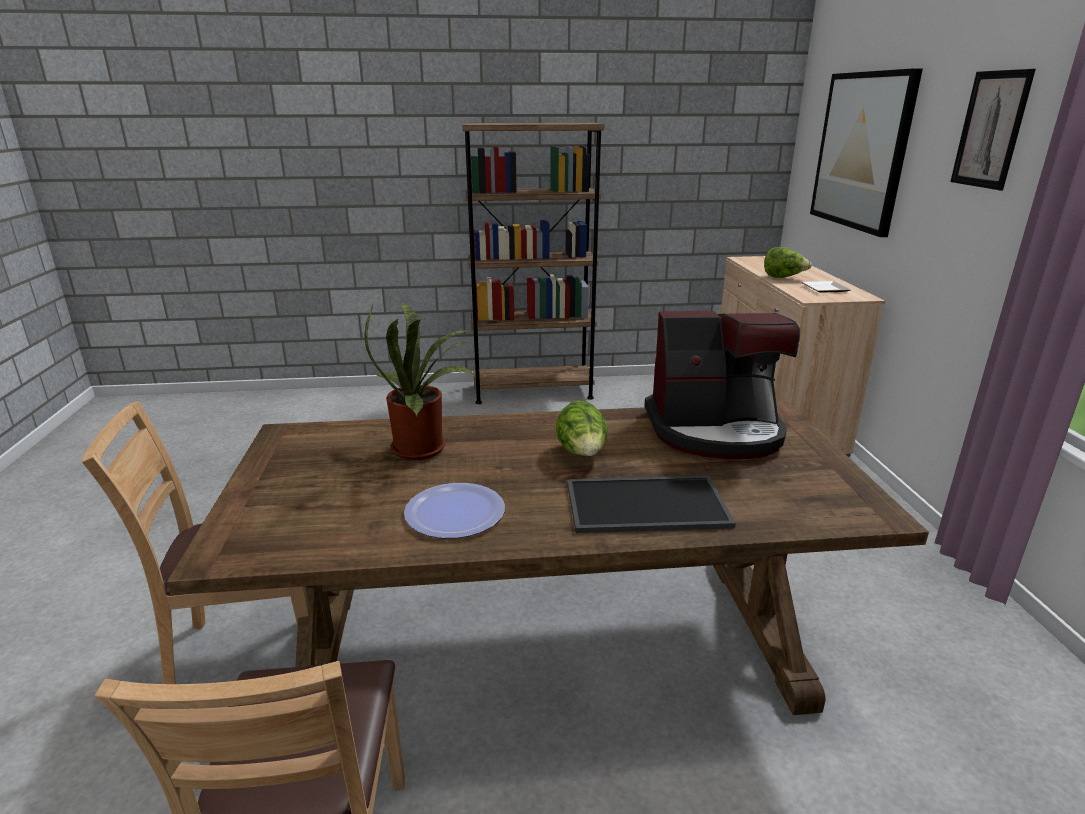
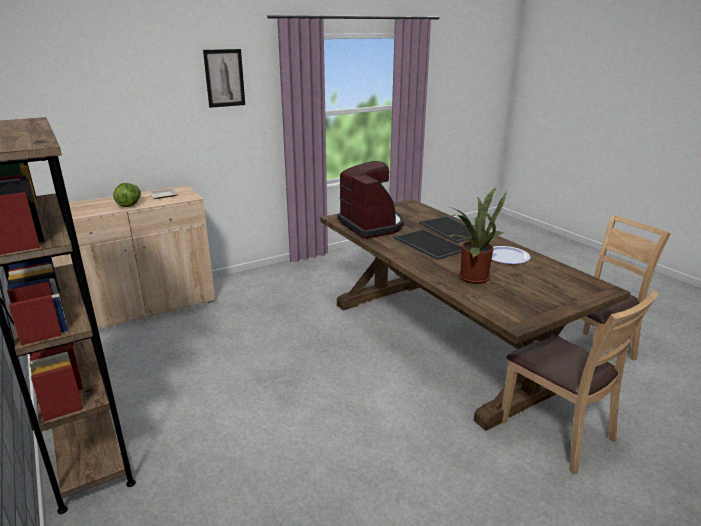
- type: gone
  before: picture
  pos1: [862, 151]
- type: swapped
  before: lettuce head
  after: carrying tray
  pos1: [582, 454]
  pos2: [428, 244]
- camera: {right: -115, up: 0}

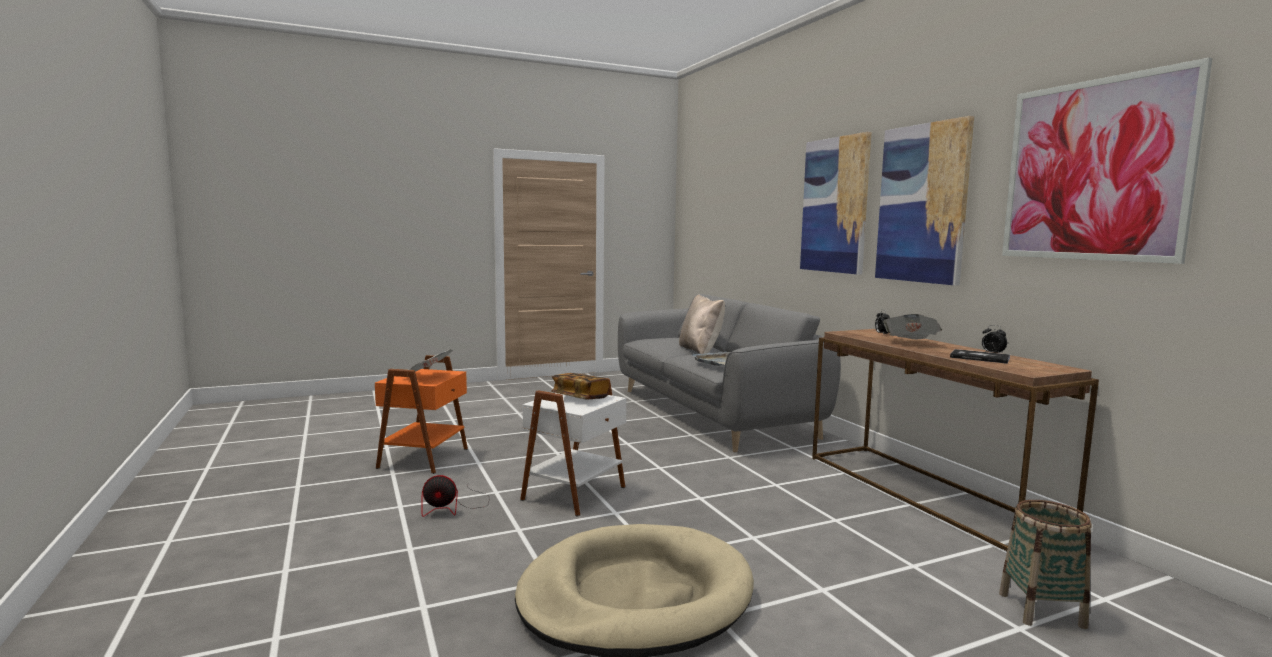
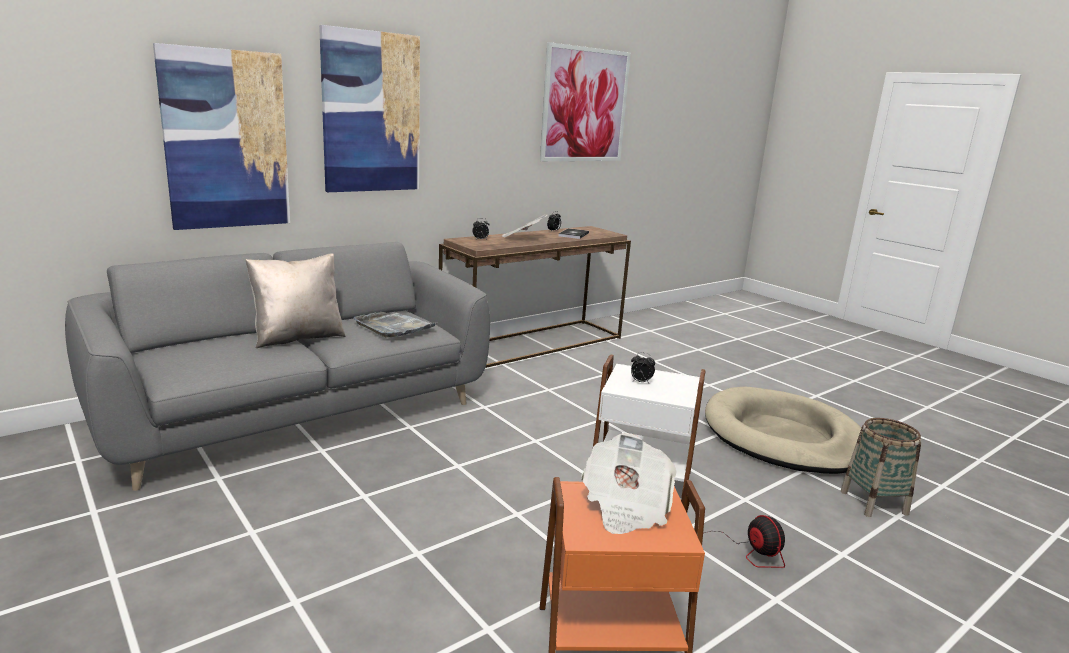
- type: shifted
  before: picture
  pos1: [922, 204]
  pos2: [226, 140]
- type: swapped
  before: book
  after: alarm clock
  pos1: [580, 398]
  pos2: [640, 382]
- type: shifted
  before: storage basket
  pos1: [1041, 610]
  pos2: [873, 502]
- camera: {right: -105, up: 10}

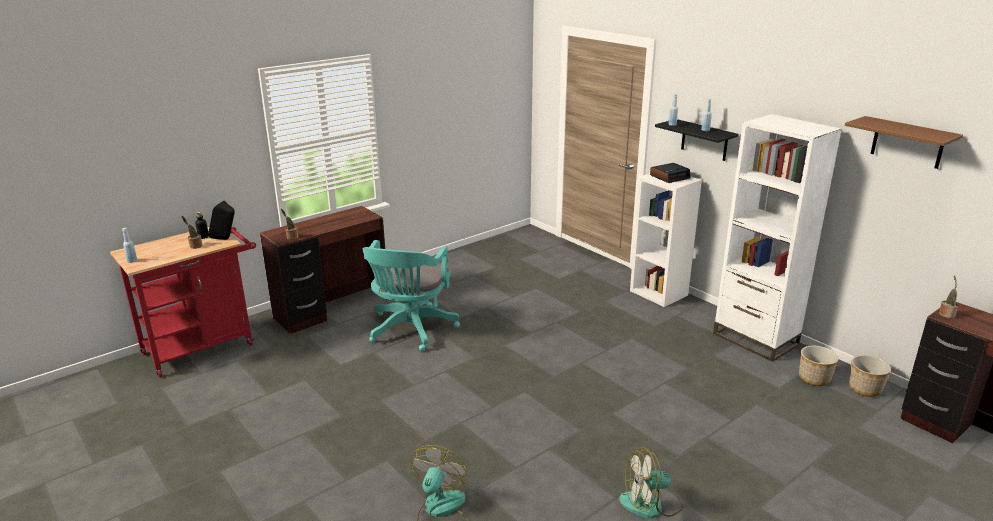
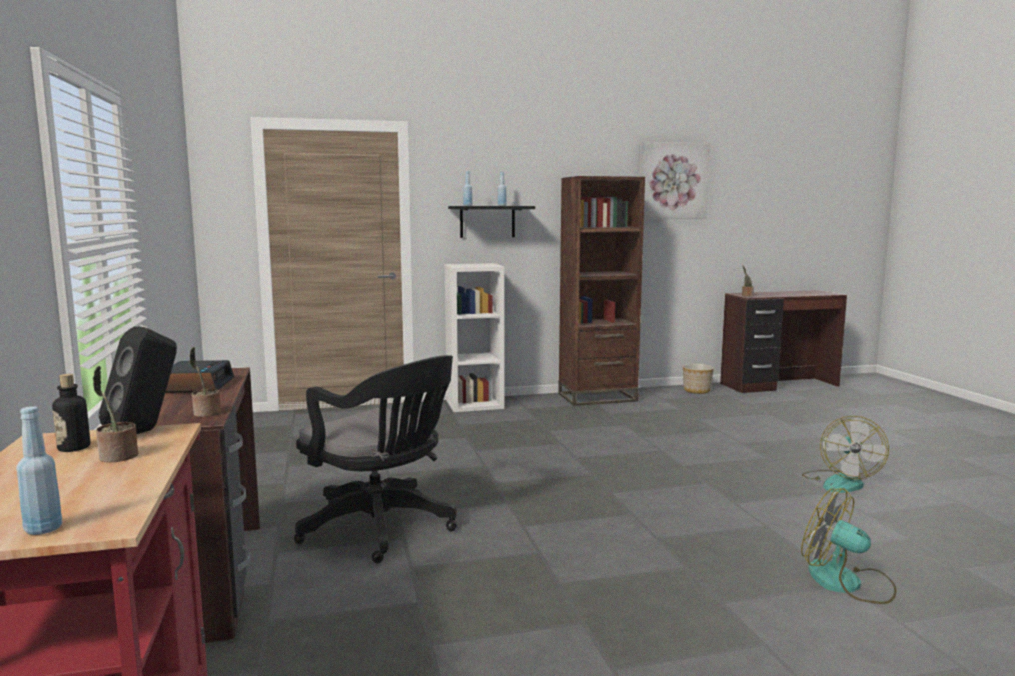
- type: repainted
  before: white shelving unit
  after: brownish shelving unit
  pos1: [755, 339]
  pos2: [597, 397]
- type: swapped
  before: brownish shelf
  after: picture
  pos1: [907, 143]
  pos2: [671, 181]
- type: shifted
  before: alarm clock
  pos1: [669, 177]
  pos2: [196, 385]
- type: repainted
  before: turquoise-coloured desk chair
  after: black desk chair
  pos1: [410, 330]
  pos2: [382, 529]
- type: gone
  before: planter
  pos1: [813, 378]
- camera: {right: -65, up: -15}

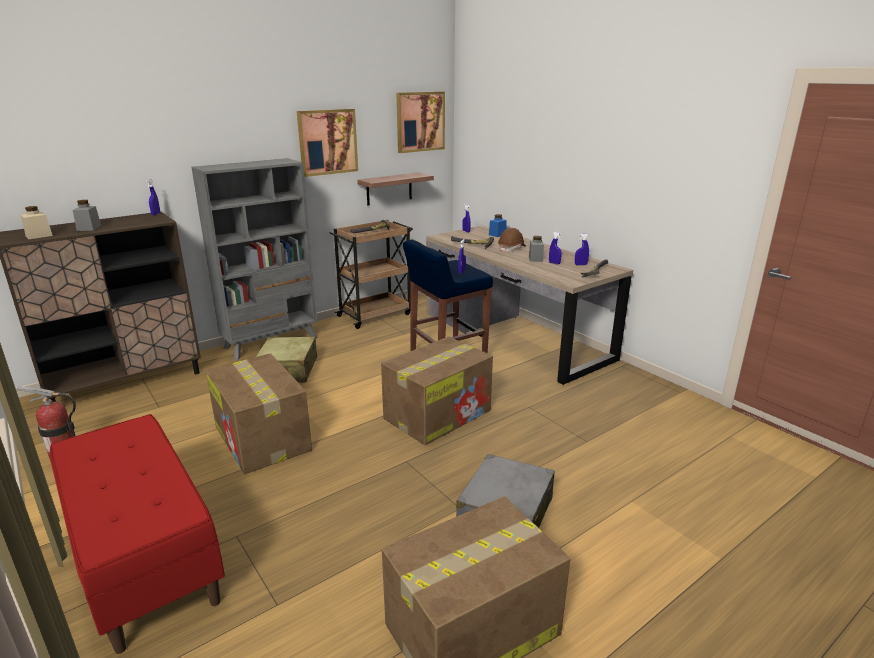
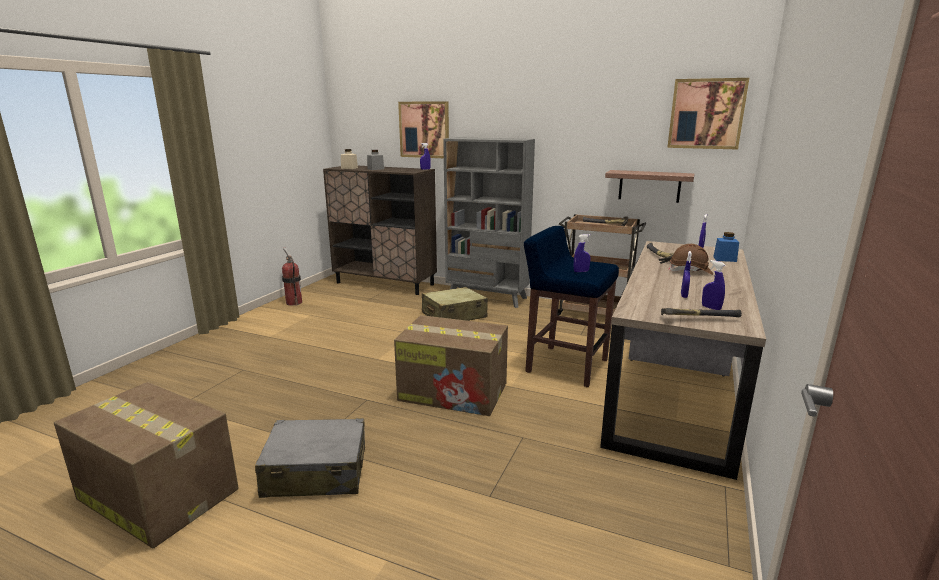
- type: shifted
  before: picture
  pos1: [327, 142]
  pos2: [424, 129]
- type: gone
  before: grey storage jar
  pos1: [535, 259]
- type: gone
  before: packing box
  pos1: [263, 439]
- type: gone
  before: red long seat
  pos1: [143, 558]
- camera: {right: 60, up: -5}

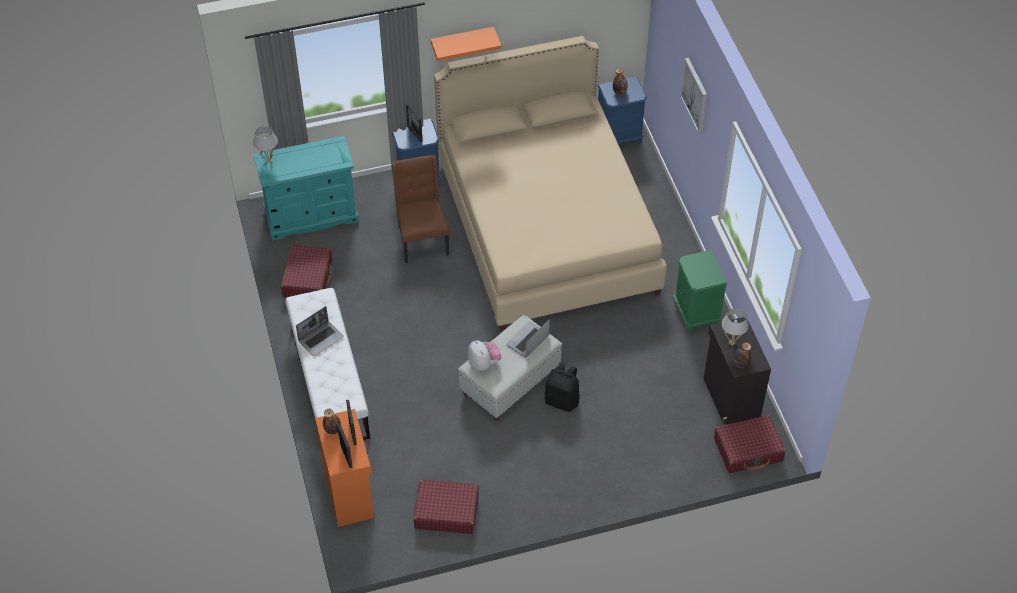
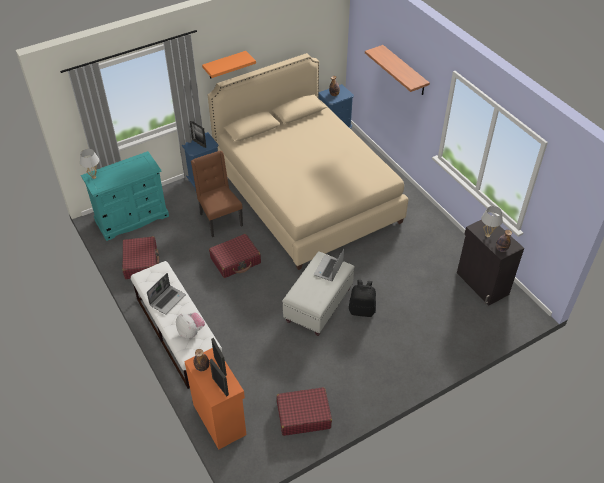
- type: swapped
  before: picture
  after: shelf
  pos1: [695, 95]
  pos2: [404, 71]
- type: gone
  before: green-coloured nightstand
  pos1: [696, 313]
- type: shifted
  before: plush toy
  pos1: [483, 364]
  pos2: [191, 332]
- type: shifted
  before: red suitcase
  pos1: [748, 450]
  pos2: [235, 260]
- camera: {right: -15, up: -5}

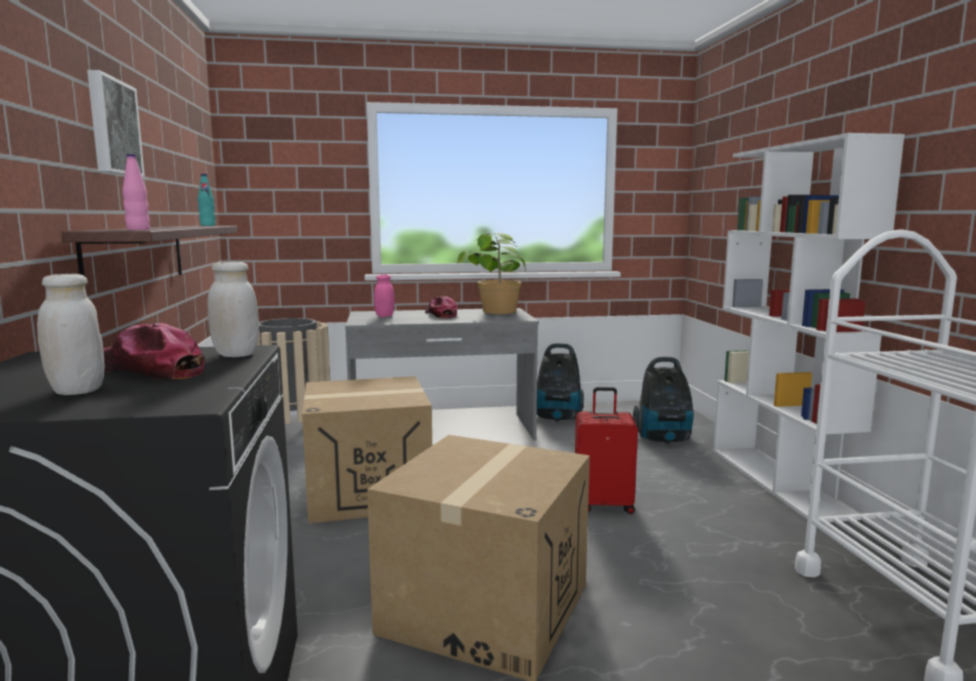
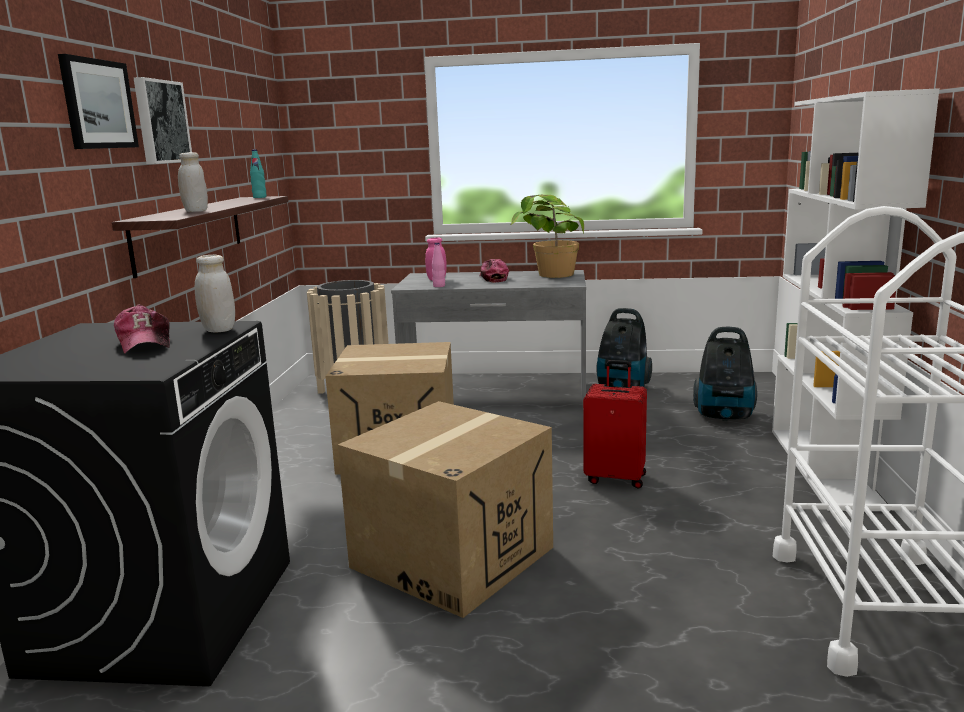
- type: shifted
  before: pink-coloured beverage bottle
  pos1: [138, 230]
  pos2: [439, 286]
- type: shifted
  before: white storage jar
  pos1: [77, 390]
  pos2: [196, 211]
- type: rotated
  before: peaked cap
  pos1: [148, 371]
  pos2: [145, 343]
  turn: -150
- type: new
  after: picture
  pos2: [98, 104]
- camera: {right: 15, up: 5}

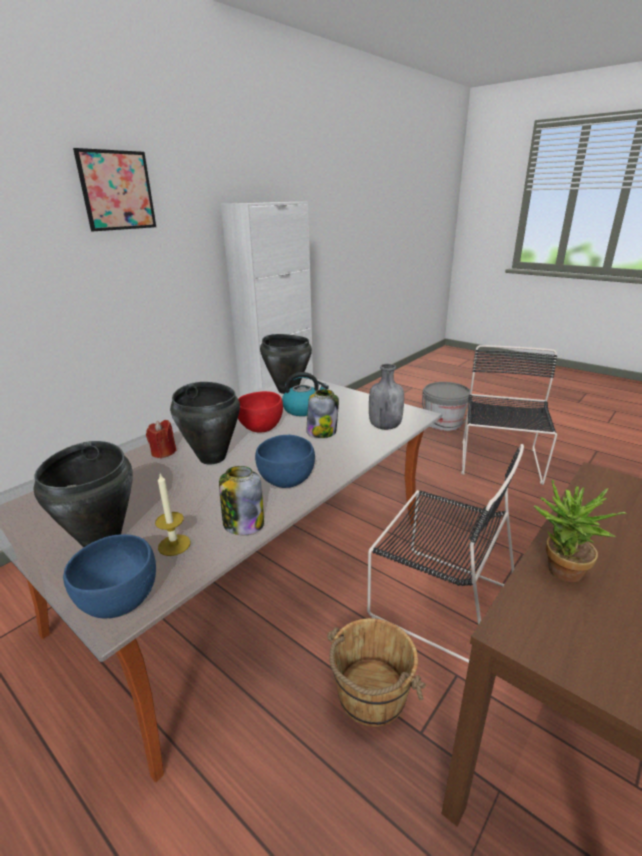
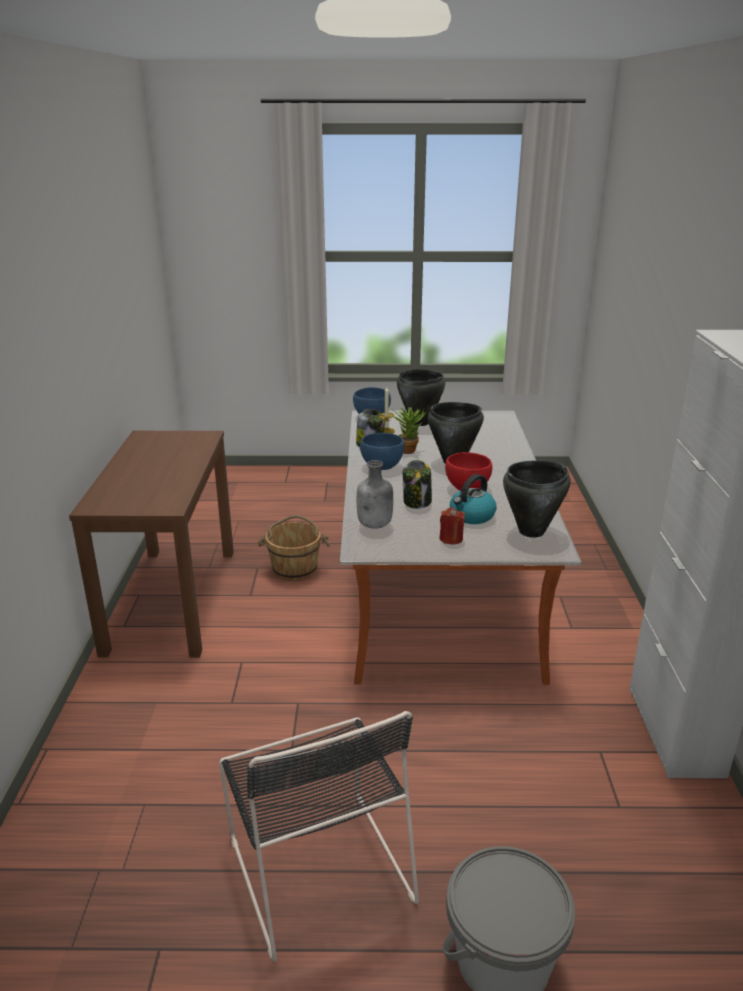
- type: gone
  before: picture
  pos1: [117, 190]
- type: shifted
  before: red wax light
  pos1: [163, 452]
  pos2: [451, 539]
- type: gone
  before: black chair
  pos1: [437, 600]
- type: shifted
  before: potted plant
  pos1: [559, 572]
  pos2: [409, 450]
- camera: {right: 140, up: 0}

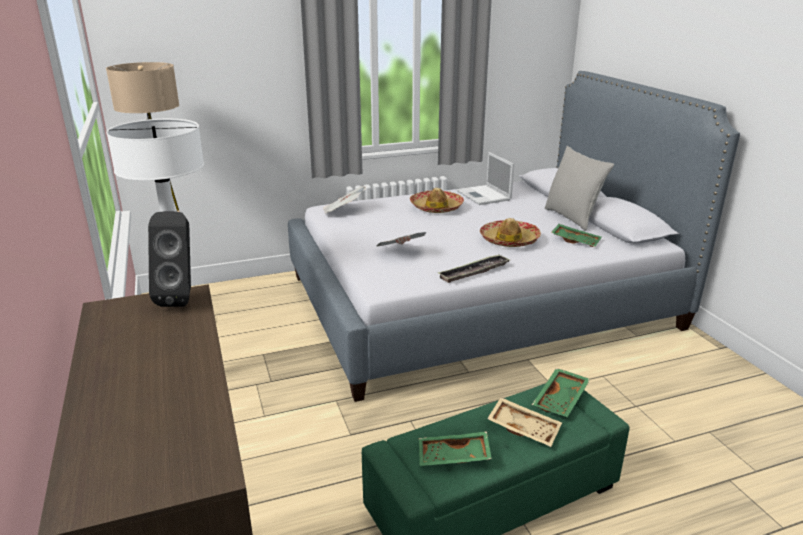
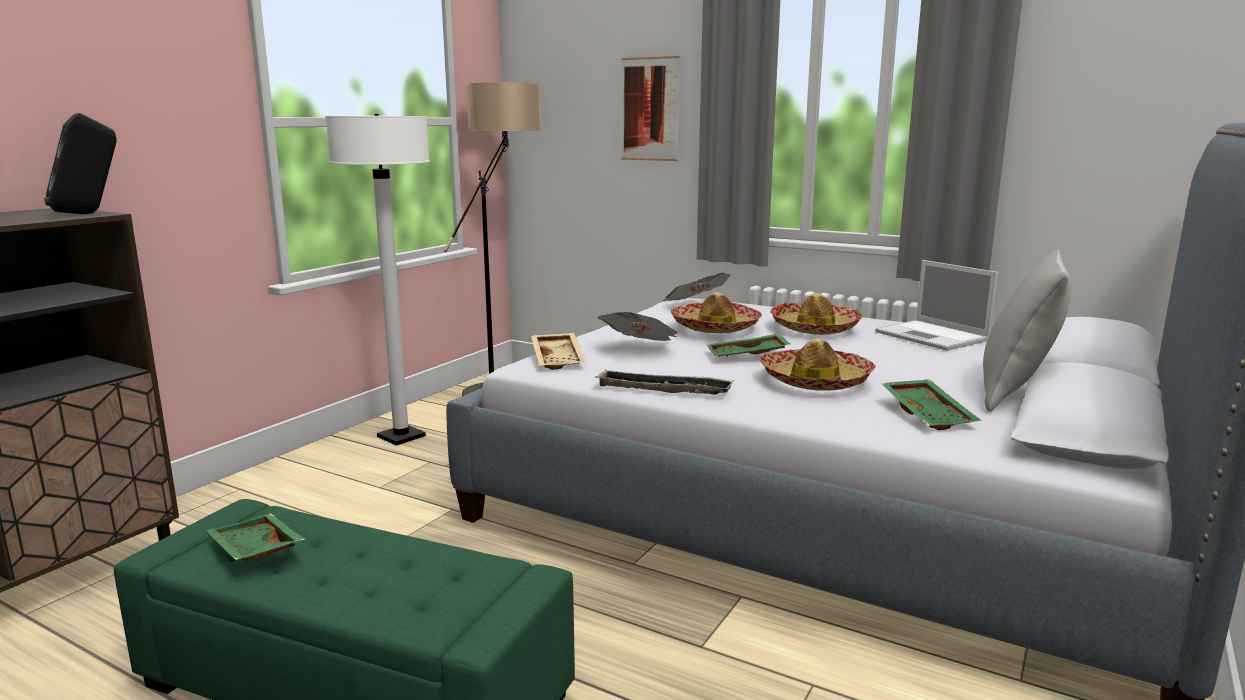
- type: rotated
  before: portable computer
  pos1: [484, 195]
  pos2: [933, 336]
  turn: -60
- type: shifted
  before: green-coloured carrying tray
  pos1: [561, 399]
  pos2: [747, 356]
- type: shifted
  before: sand-coloured carrying tray
  pos1: [524, 428]
  pos2: [559, 359]
- type: new
  after: picture
  pos2: [650, 109]
- type: new
  after: clothing hat
  pos2: [715, 327]
- camera: {right: 50, up: -10}

